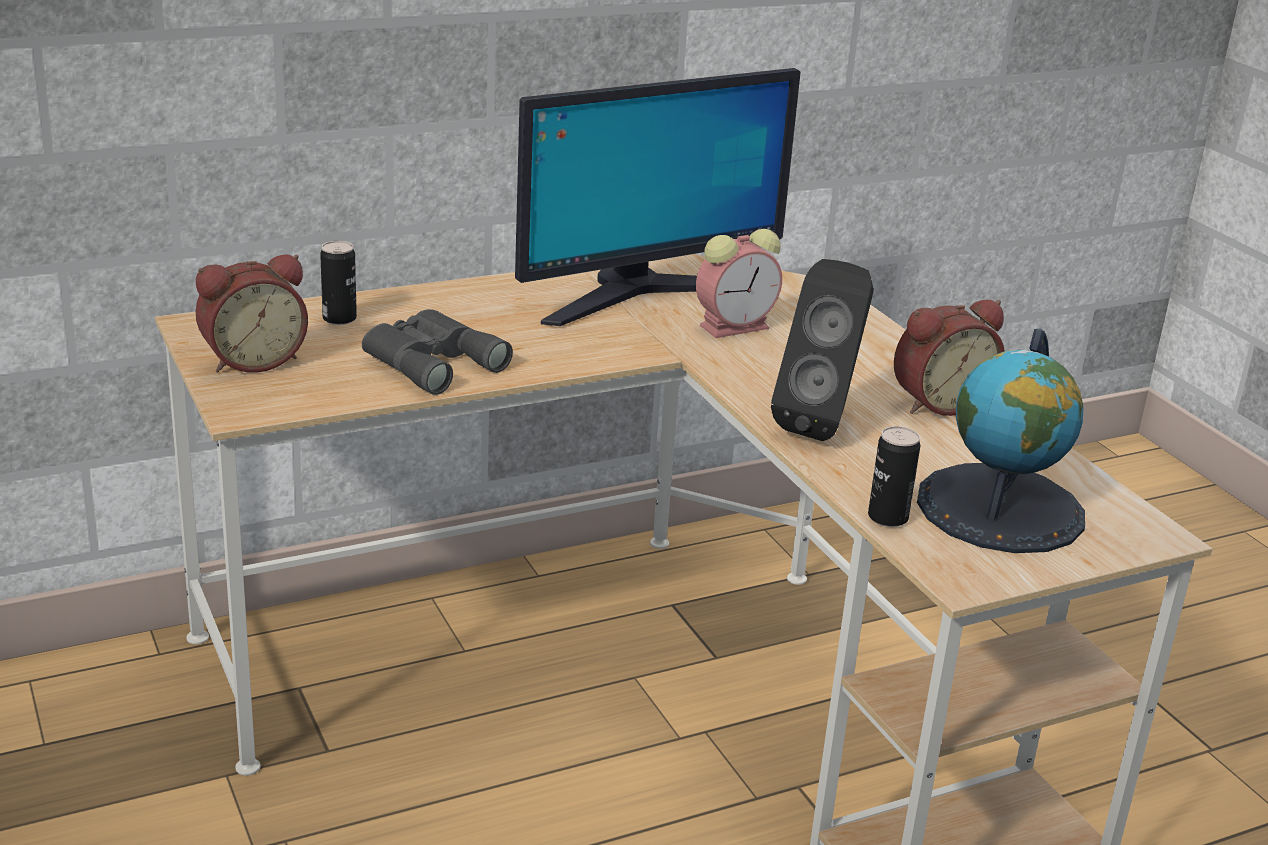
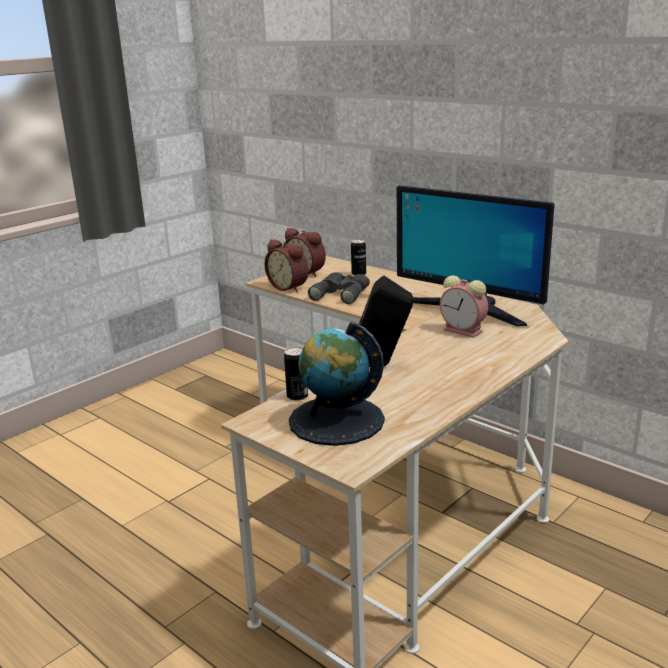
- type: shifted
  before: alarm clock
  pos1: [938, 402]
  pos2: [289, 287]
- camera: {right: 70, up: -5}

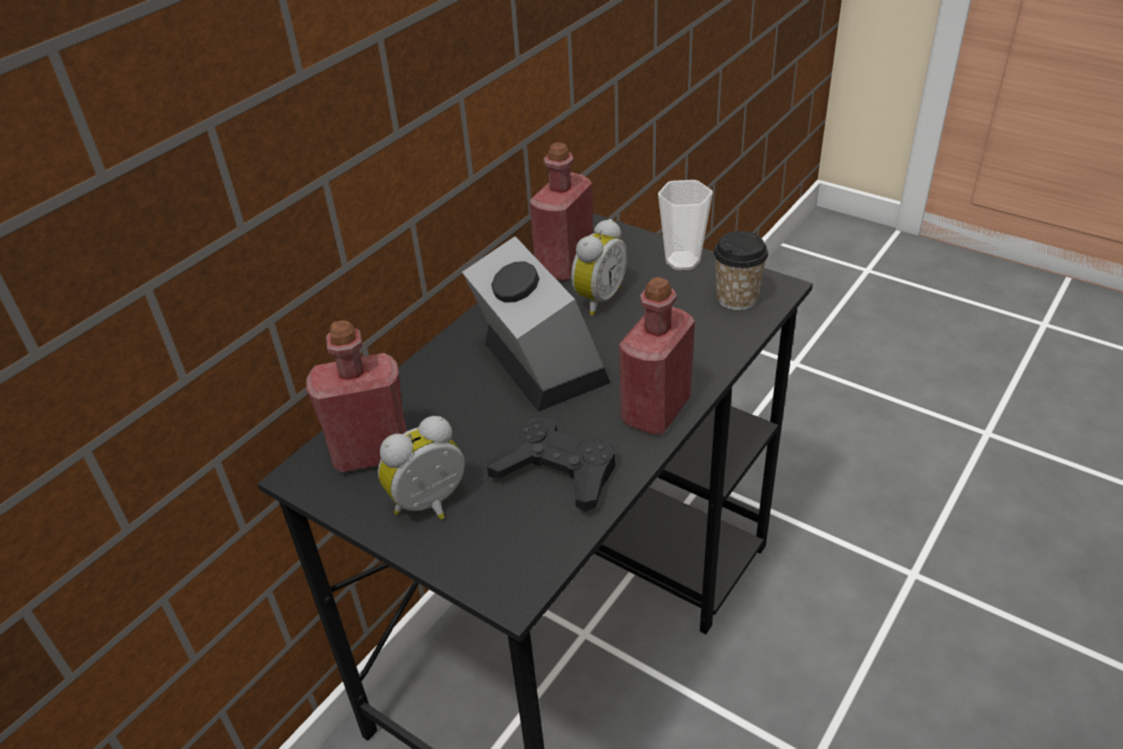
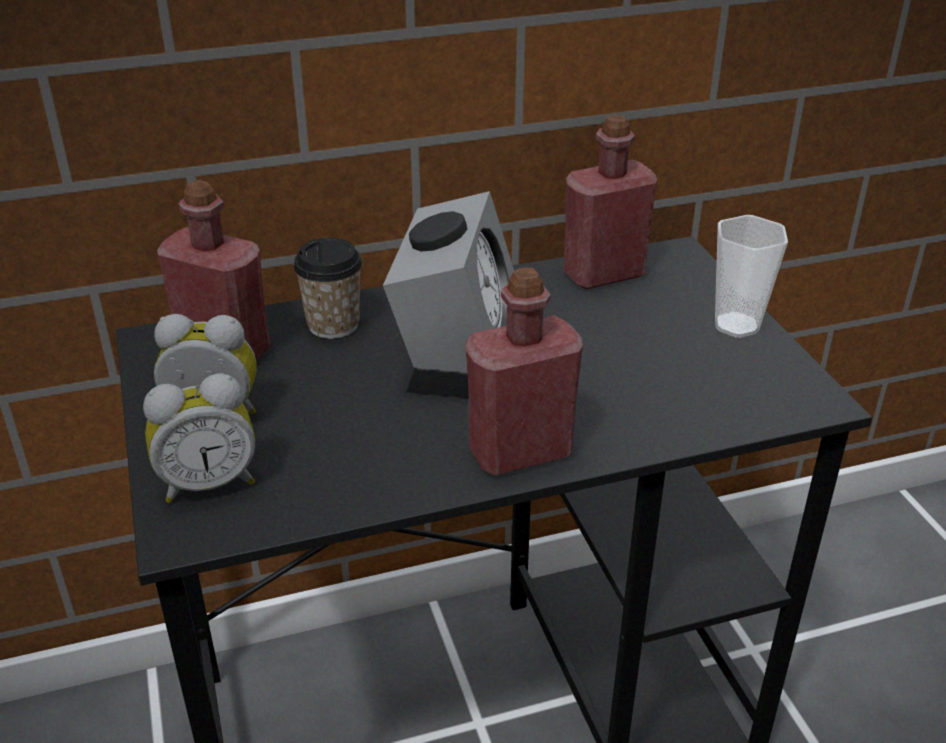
- type: shifted
  before: alarm clock
  pos1: [597, 299]
  pos2: [208, 483]
- type: shifted
  before: small cup
  pos1: [737, 298]
  pos2: [333, 325]
- type: gone
  before: black gamepad
  pos1: [557, 471]
- camera: {right: 35, up: -5}

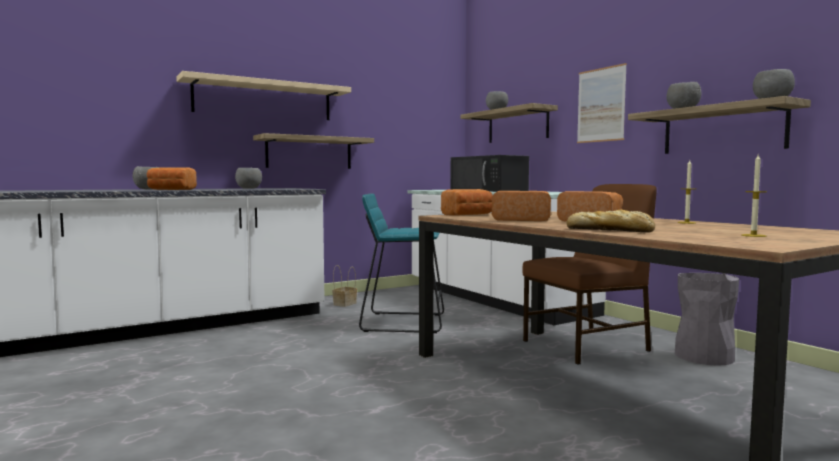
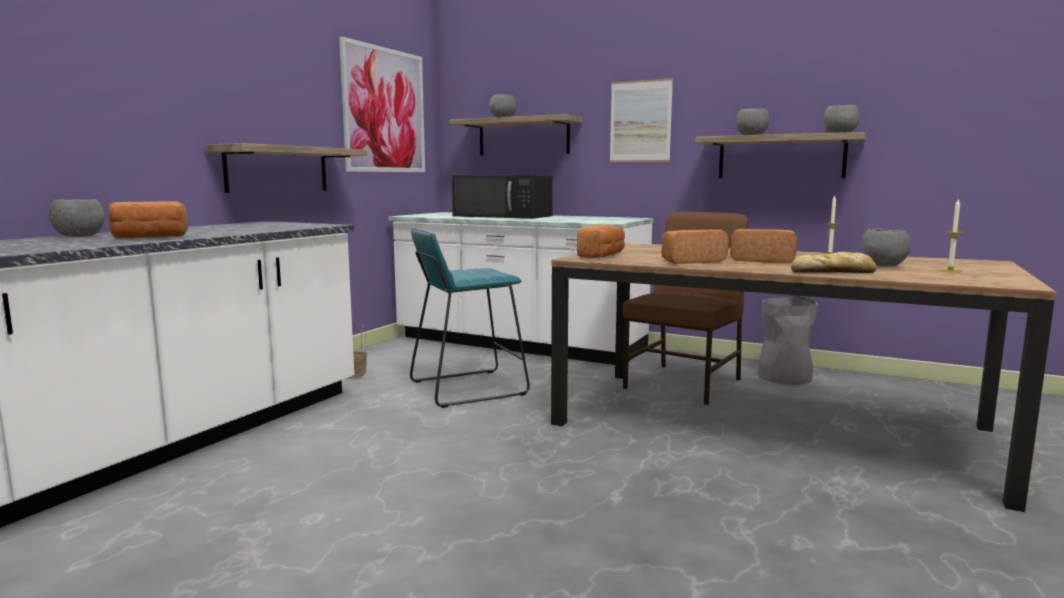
- type: gone
  before: sand-coloured shelf
  pos1: [264, 100]
- type: shifted
  before: grey bowl
  pos1: [248, 188]
  pos2: [883, 265]
- type: new
  after: picture
  pos2: [384, 110]
- camera: {right: -30, up: 5}

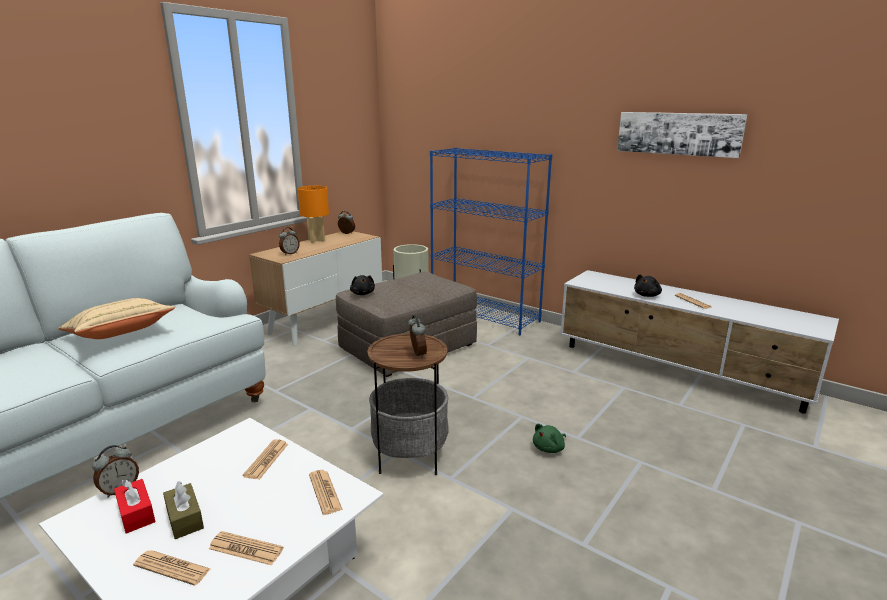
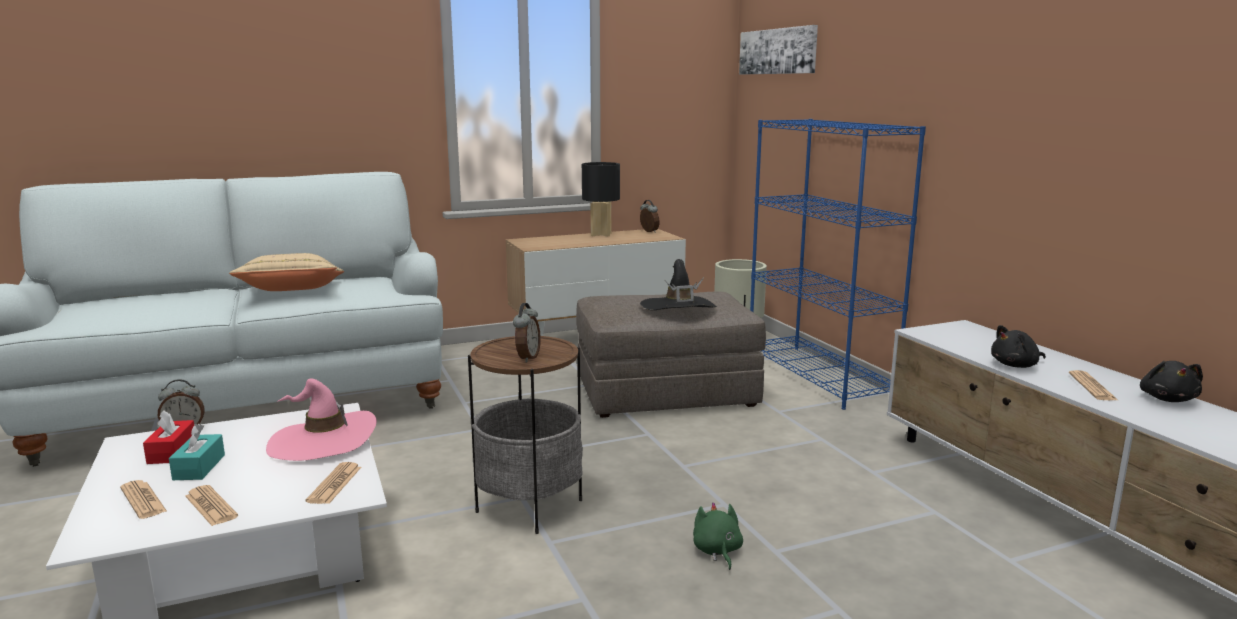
- type: shifted
  before: picture
  pos1: [678, 133]
  pos2: [778, 51]
- type: repainted
  before: orangey lamp for a table
  after: black lamp for a table
  pos1: [316, 240]
  pos2: [600, 234]
- type: gone
  before: alarm clock
  pos1: [289, 253]
- type: shifted
  before: black plush toy
  pos1: [362, 293]
  pos2: [1167, 399]
- type: rotated
  before: green-coloured plush toy
  pos1: [549, 448]
  pos2: [717, 551]
  turn: 90
- type: swapped
  before: daily paper
  after: pink-coloured clothing hat
  pos1: [266, 460]
  pos2: [323, 441]
- type: repainted
  before: brownish box of tissues
  after: turquoise-coloured box of tissues
  pos1: [185, 518]
  pos2: [199, 467]
- type: new
  after: black clothing hat
  pos2: [678, 308]
- camera: {right: 30, up: -5}

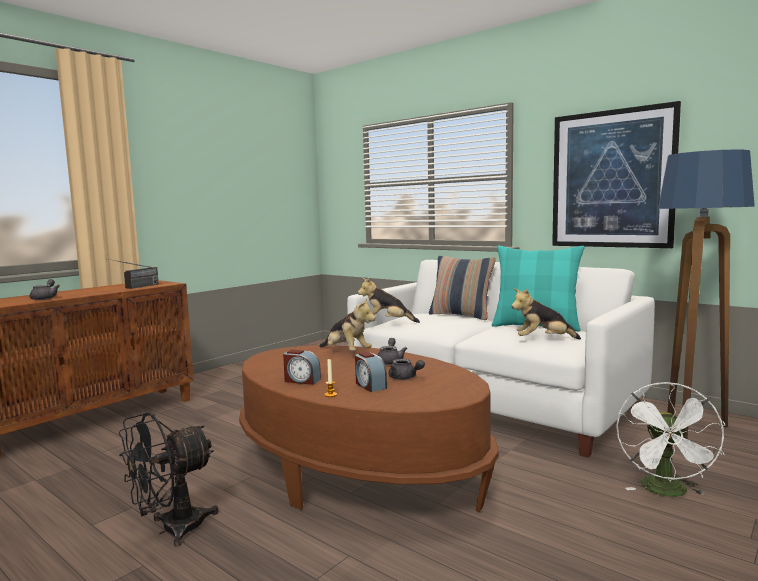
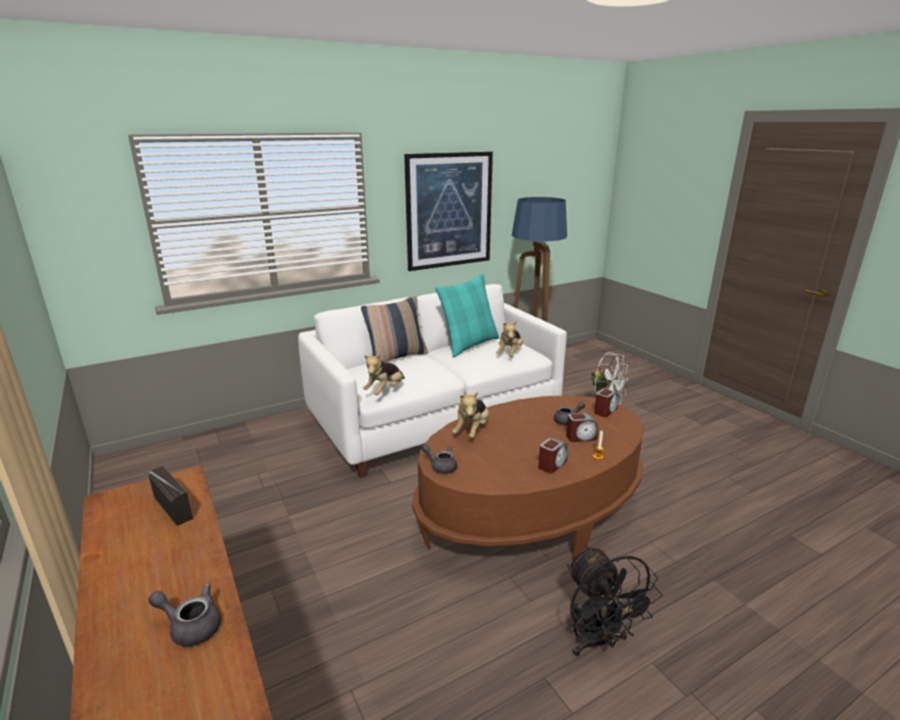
- type: rotated
  before: plush toy
  pos1: [346, 352]
  pos2: [472, 430]
  turn: 135
- type: shifted
  before: grey pot for tea
  pos1: [390, 361]
  pos2: [441, 466]
- type: new
  after: alarm clock
  pos2: [605, 411]
- camera: {right: -70, up: 15}

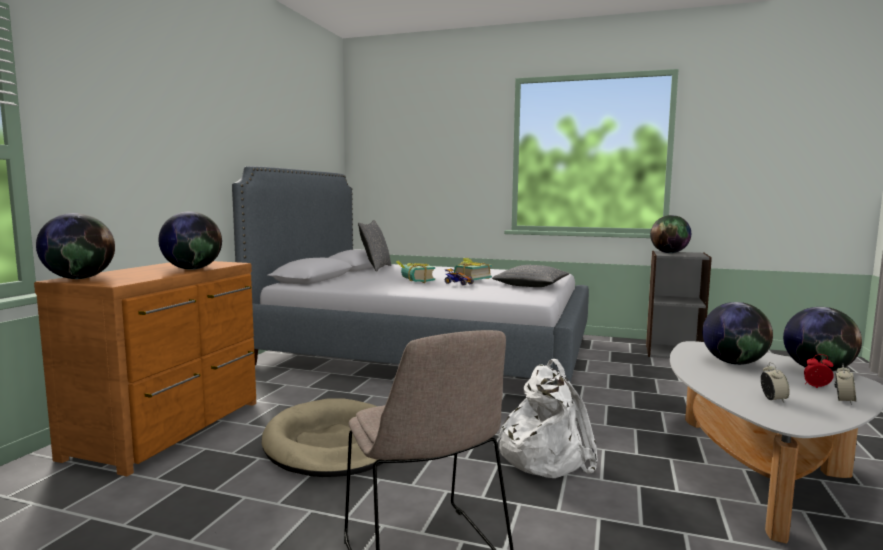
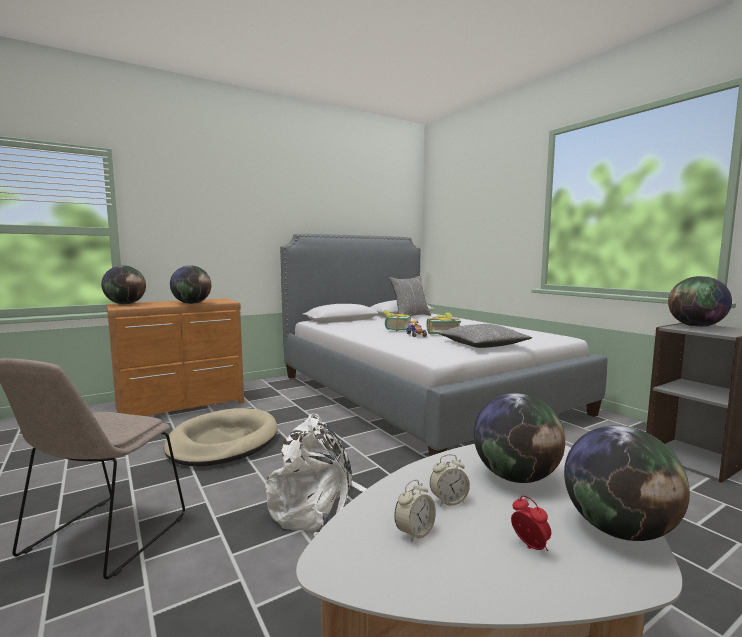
- type: shifted
  before: alarm clock
  pos1: [843, 401]
  pos2: [448, 501]
- camera: {right: 40, up: 0}

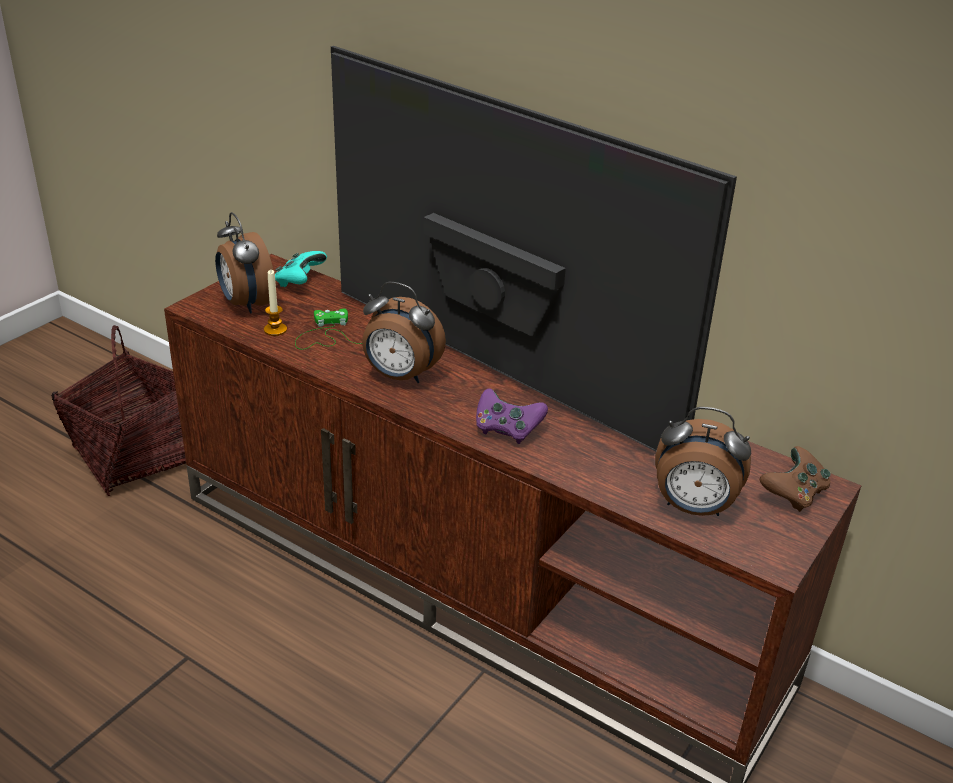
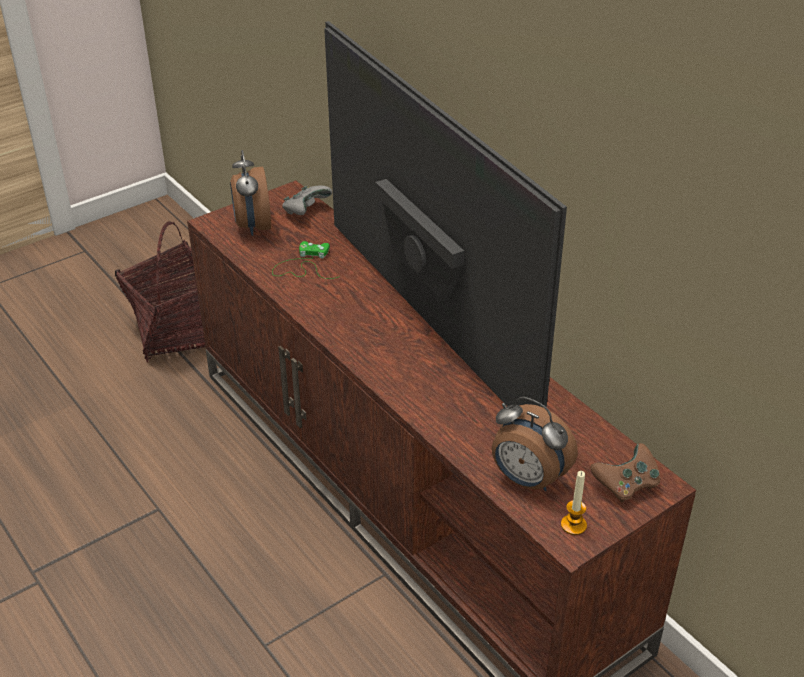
- type: repainted
  before: turquoise-coloured gamepad
  after: grey gamepad
  pos1: [300, 281]
  pos2: [306, 211]
- type: shifted
  before: wax light
  pos1: [275, 330]
  pos2: [573, 525]
- type: gone
  before: alarm clock
  pos1: [400, 376]
- type: gone
  before: purplish gamepad
  pos1: [507, 430]
- camera: {right: 20, up: 5}

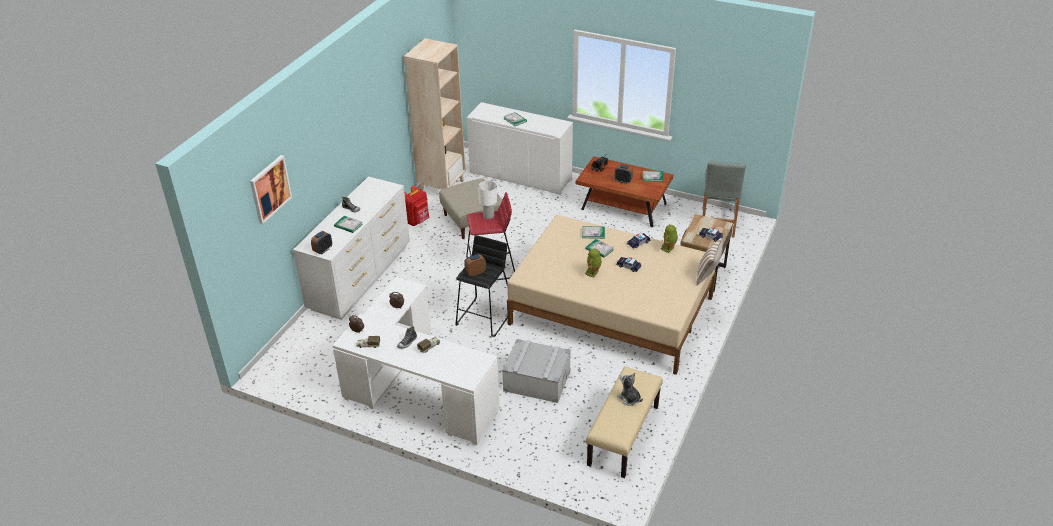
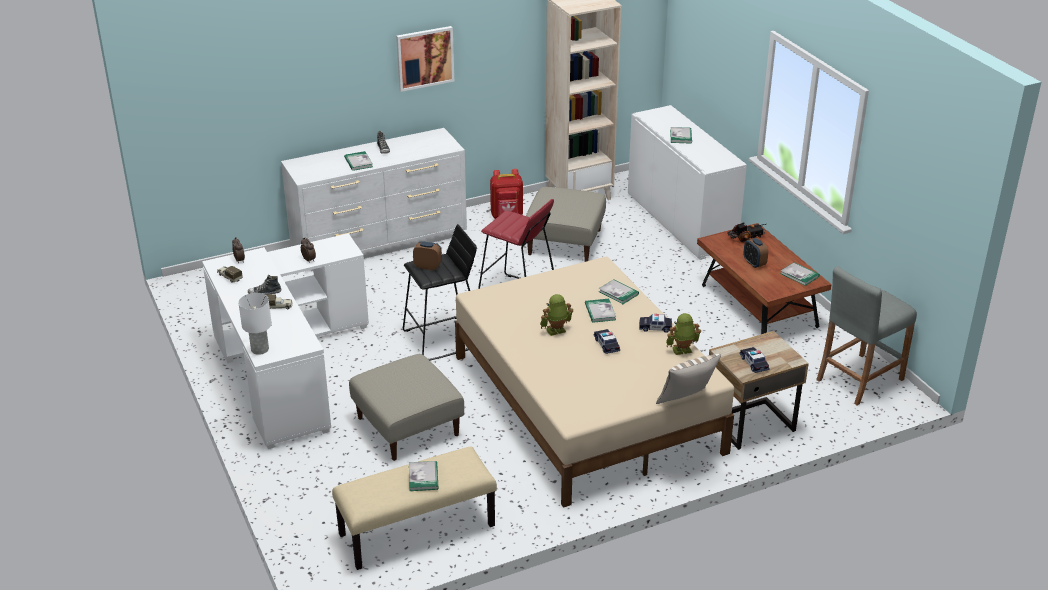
- type: shifted
  before: picture
  pos1: [270, 189]
  pos2: [425, 58]
- type: shifted
  before: white lamp for a table
  pos1: [488, 216]
  pos2: [260, 349]
- type: gone
  before: alarm clock
  pos1: [323, 250]
- type: swapped
  before: grey storage container
  after: sand-coloured pouffe
  pos1: [536, 381]
  pos2: [407, 426]
- type: swapped
  before: plush toy
  after: book
  pos1: [629, 398]
  pos2: [423, 477]
- camera: {right: 40, up: -5}

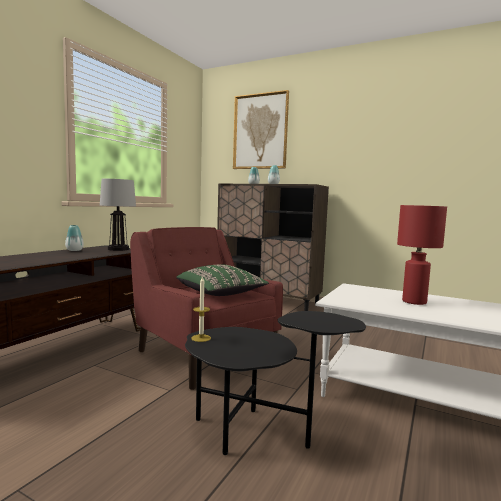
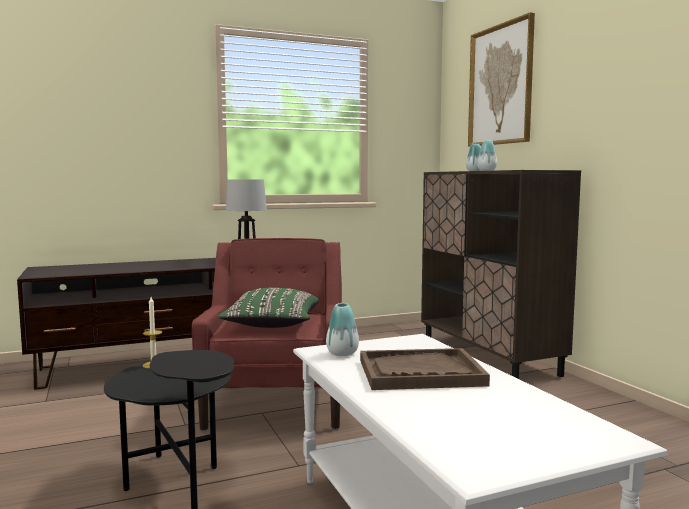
- type: swapped
  before: red lamp for a table
  after: brownish carrying tray
  pos1: [414, 302]
  pos2: [420, 373]
- type: shifted
  before: flower vase
  pos1: [74, 250]
  pos2: [342, 353]
- camera: {right: 40, up: 0}

